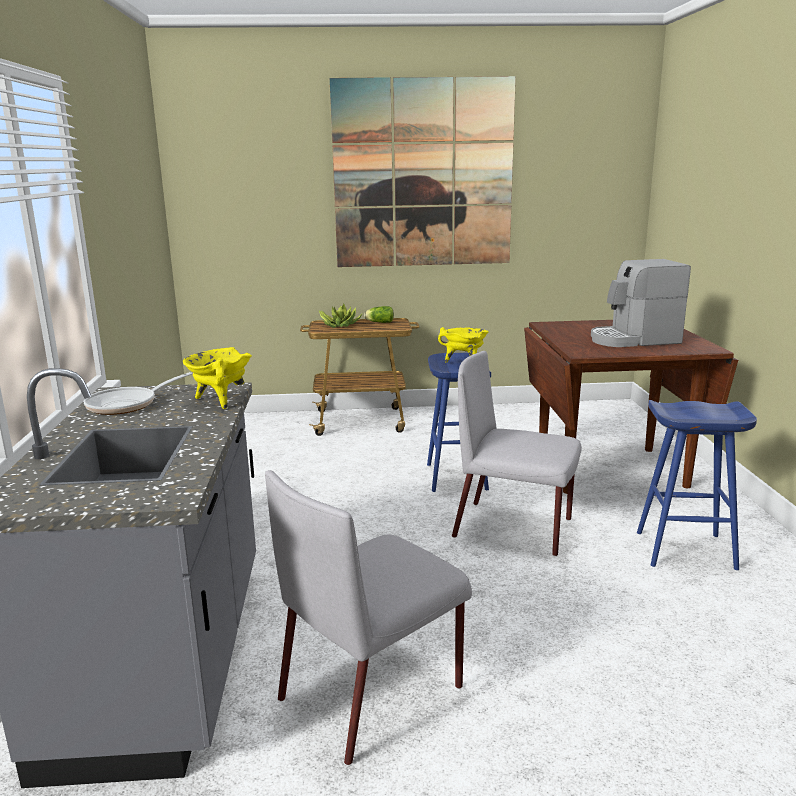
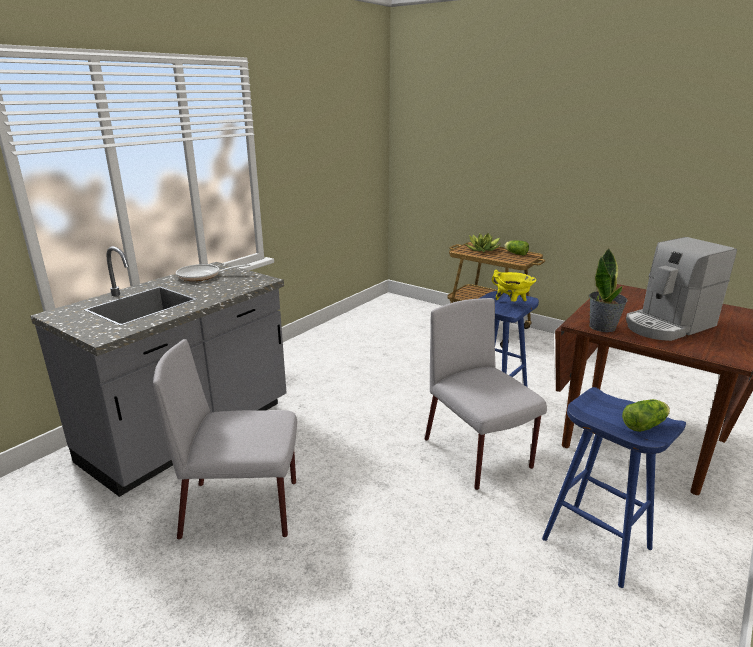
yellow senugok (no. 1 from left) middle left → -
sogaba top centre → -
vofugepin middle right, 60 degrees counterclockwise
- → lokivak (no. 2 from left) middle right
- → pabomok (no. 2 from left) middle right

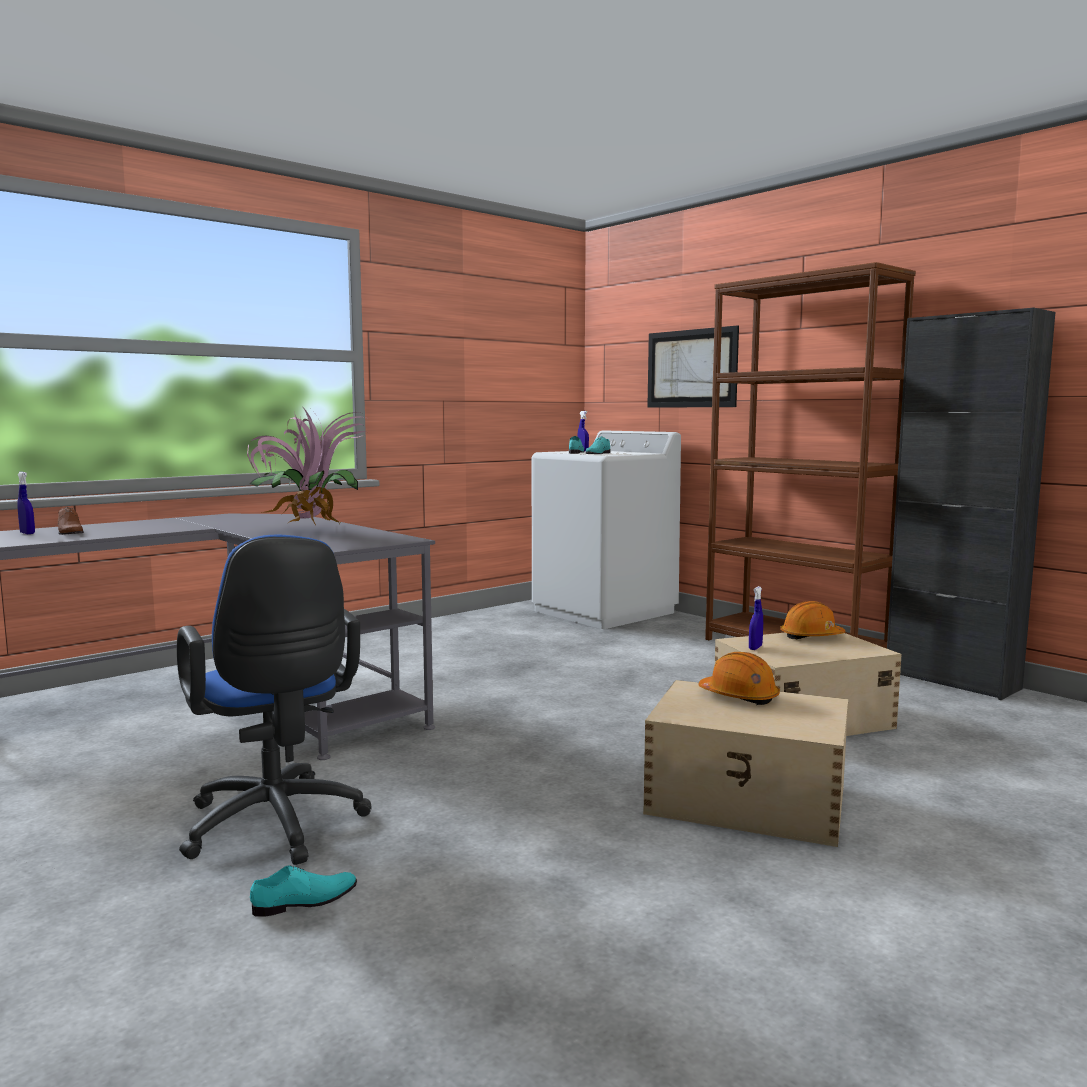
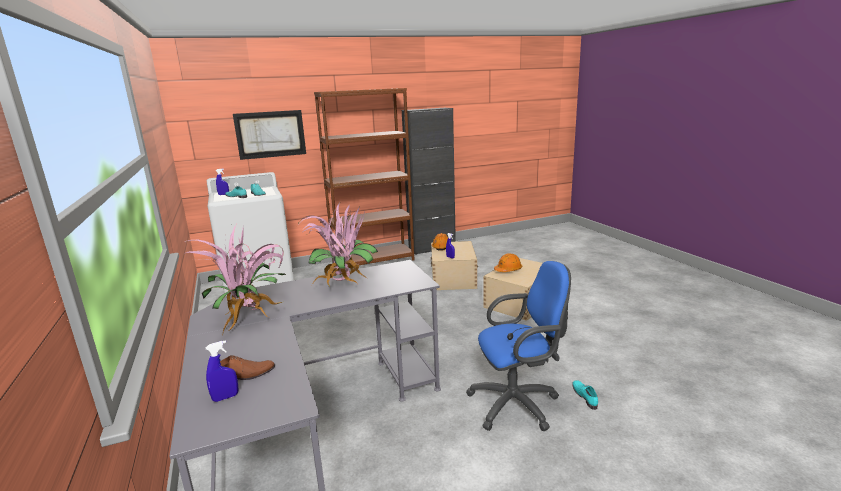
- → lokivak (no. 1 from left) middle left

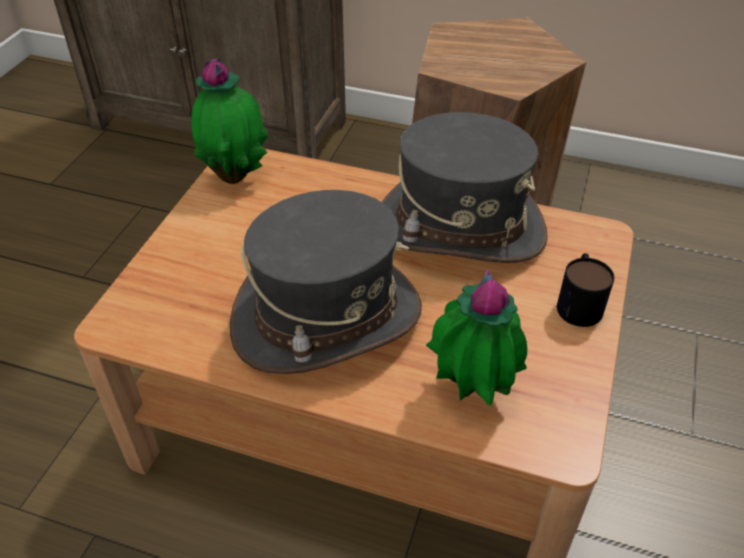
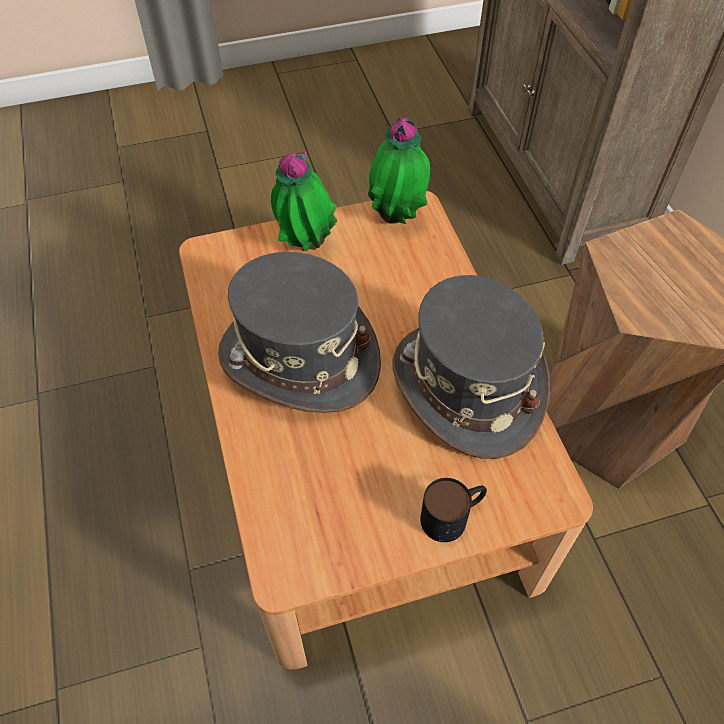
lokivak (no. 2 from left in the first image) centre → lokivak (no. 1 from left) top centre, relocated

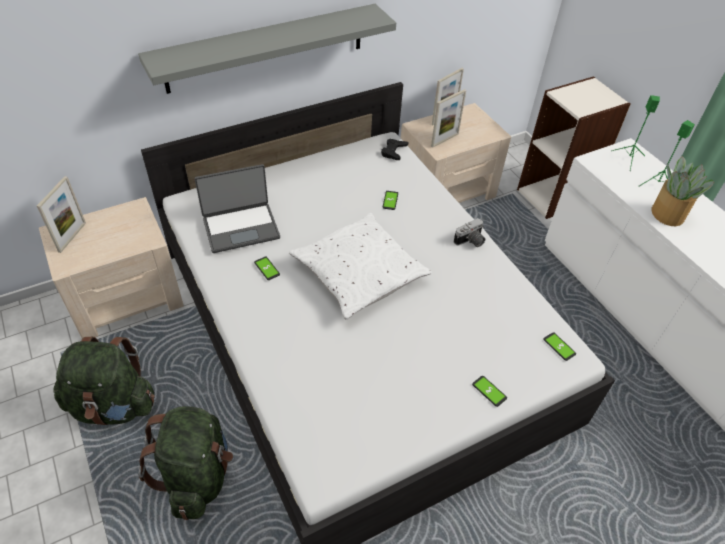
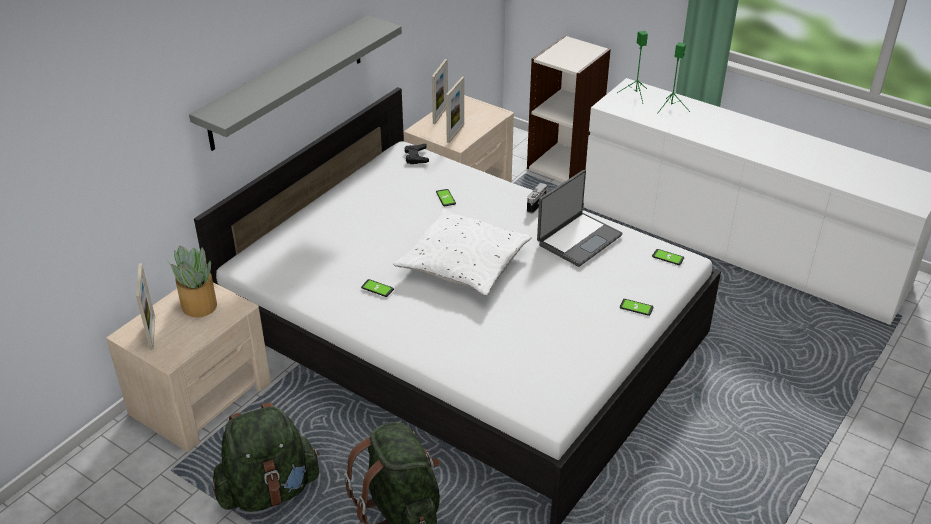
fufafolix middle left → fufafolix centre, relocated
lokivak middle right → lokivak middle left, relocated

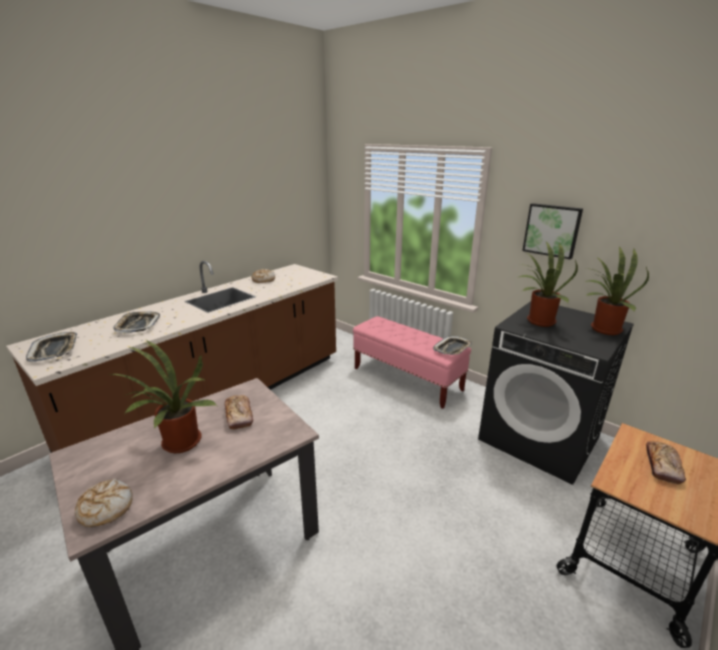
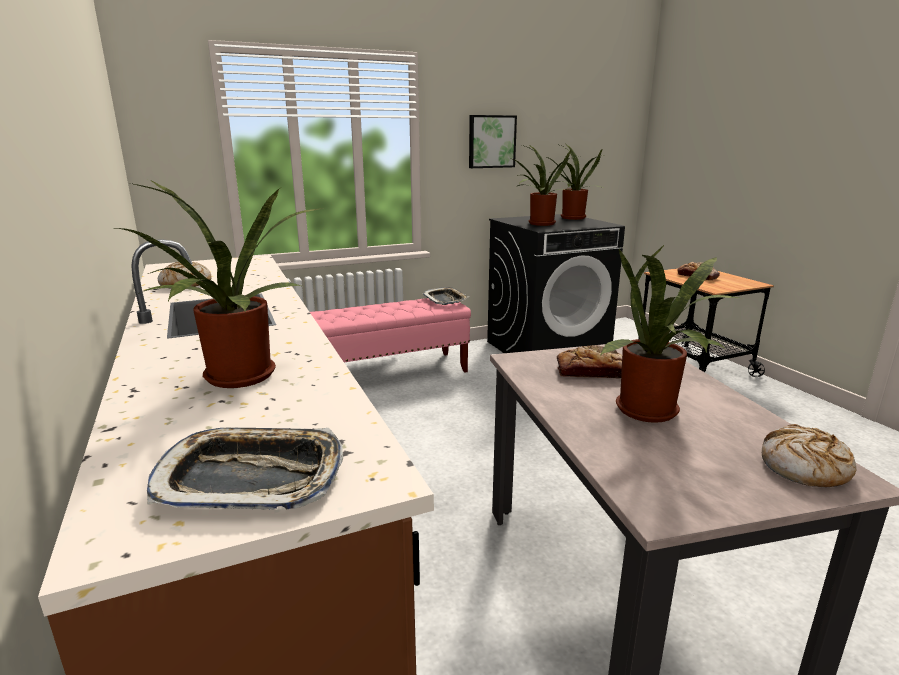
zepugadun (no. 2 from left) middle left → lokivak (no. 1 from left) middle left

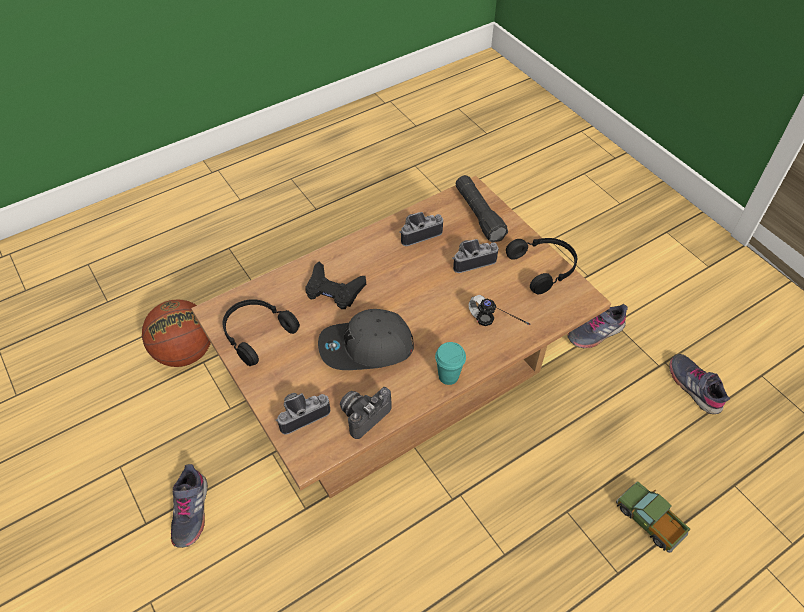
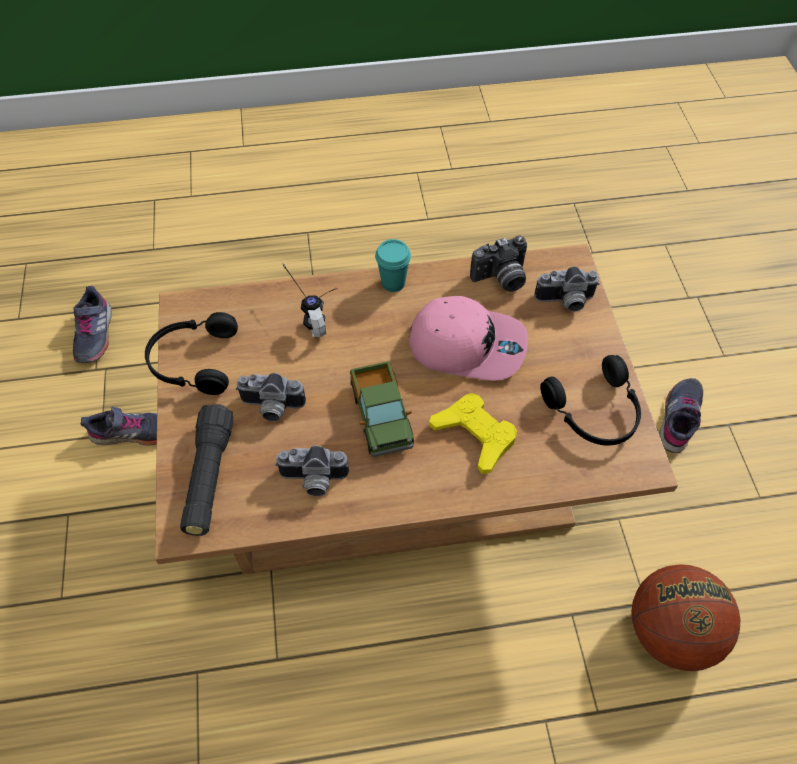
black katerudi centre → yellow katerudi centre
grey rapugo centre → pink rapugo centre
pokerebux bottom right → pokerebux centre, relocated

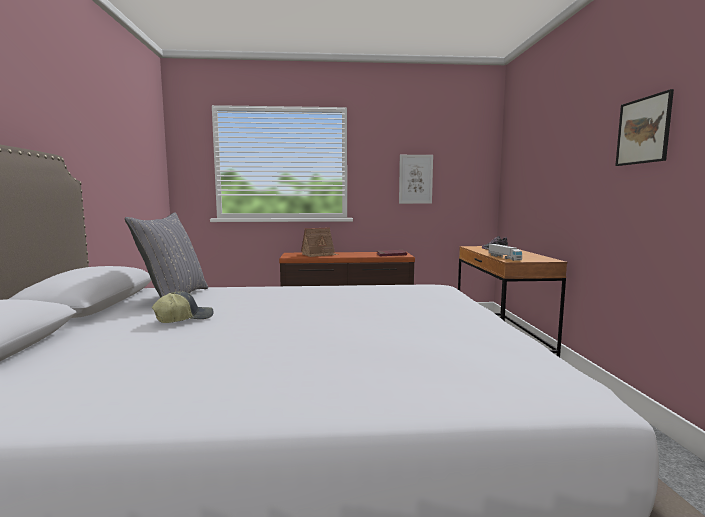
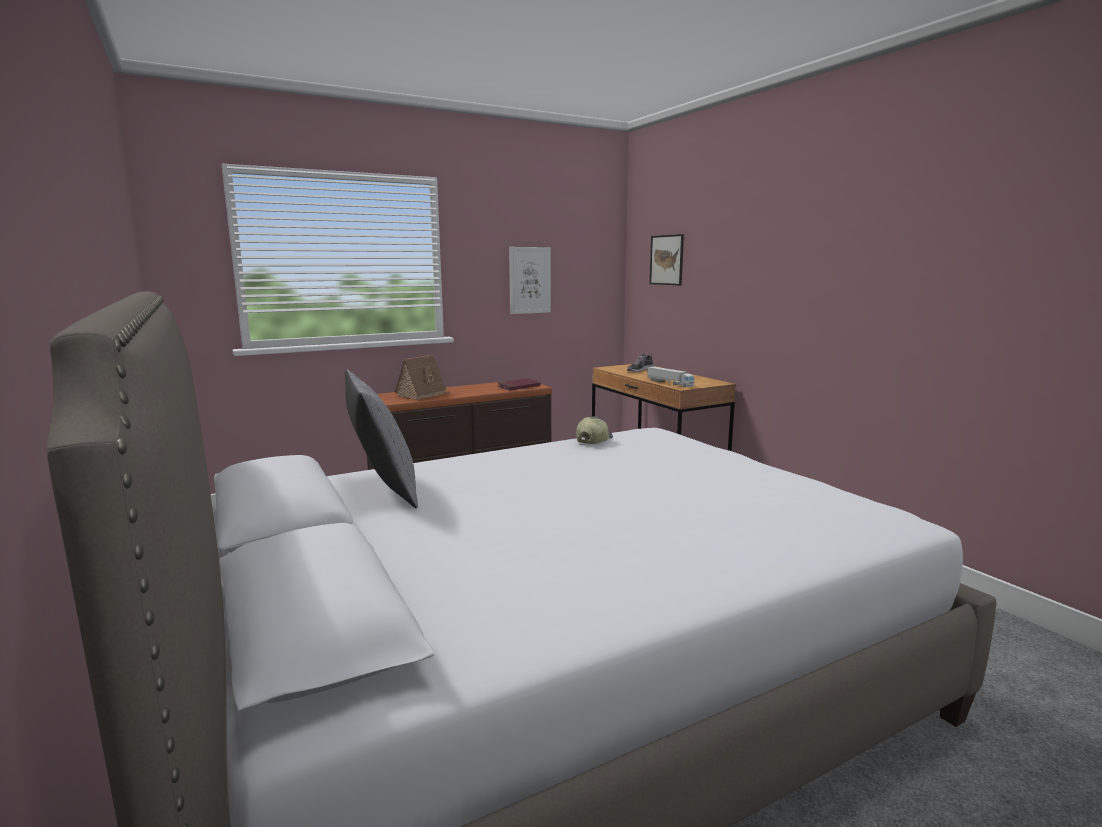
rapugo middle left → rapugo centre, relocated
sogaba (no. 2 from left) top right → sogaba (no. 2 from left) top centre, relocated

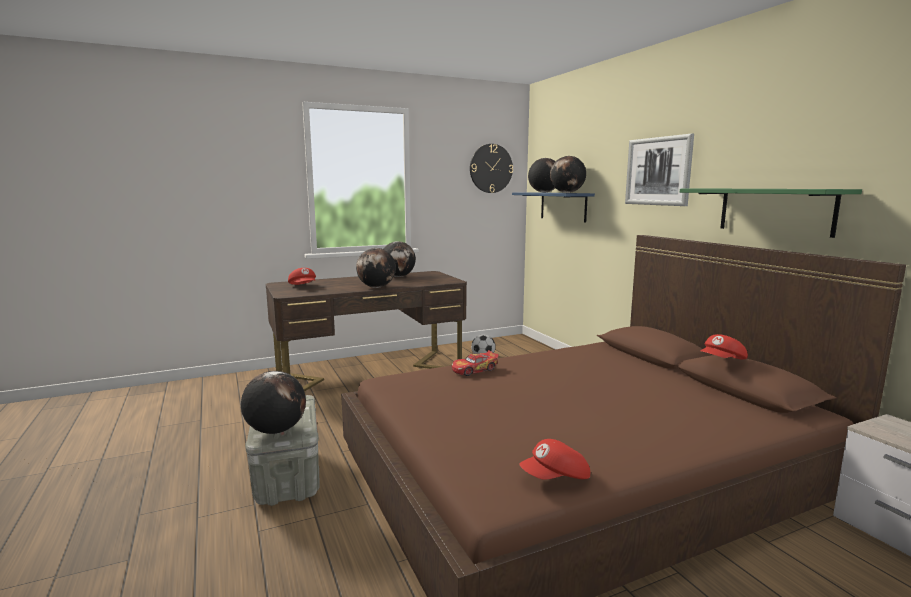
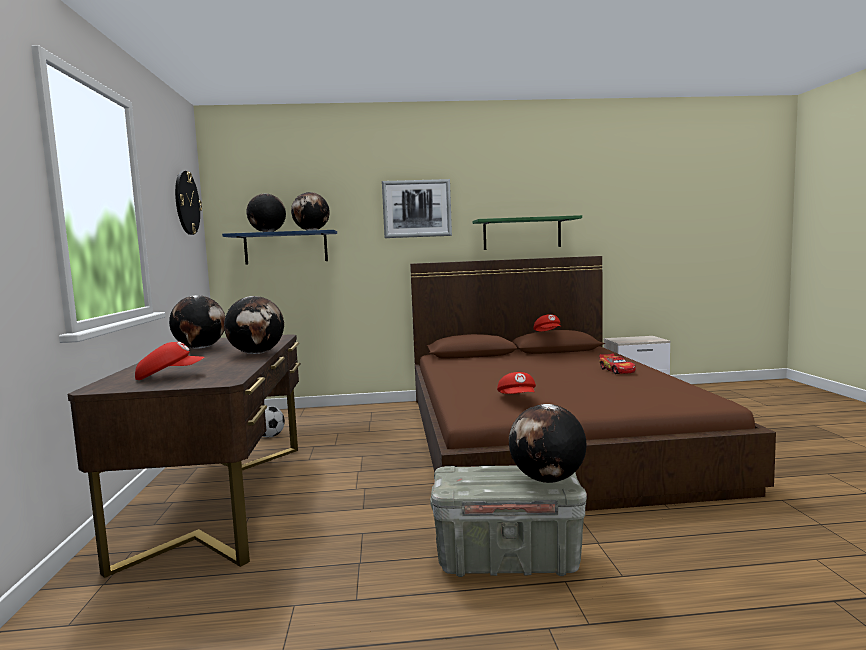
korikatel centre → korikatel middle right, relocated
red rapugo (no. 2 from left) bottom centre → red rapugo (no. 2 from left) centre, relocated

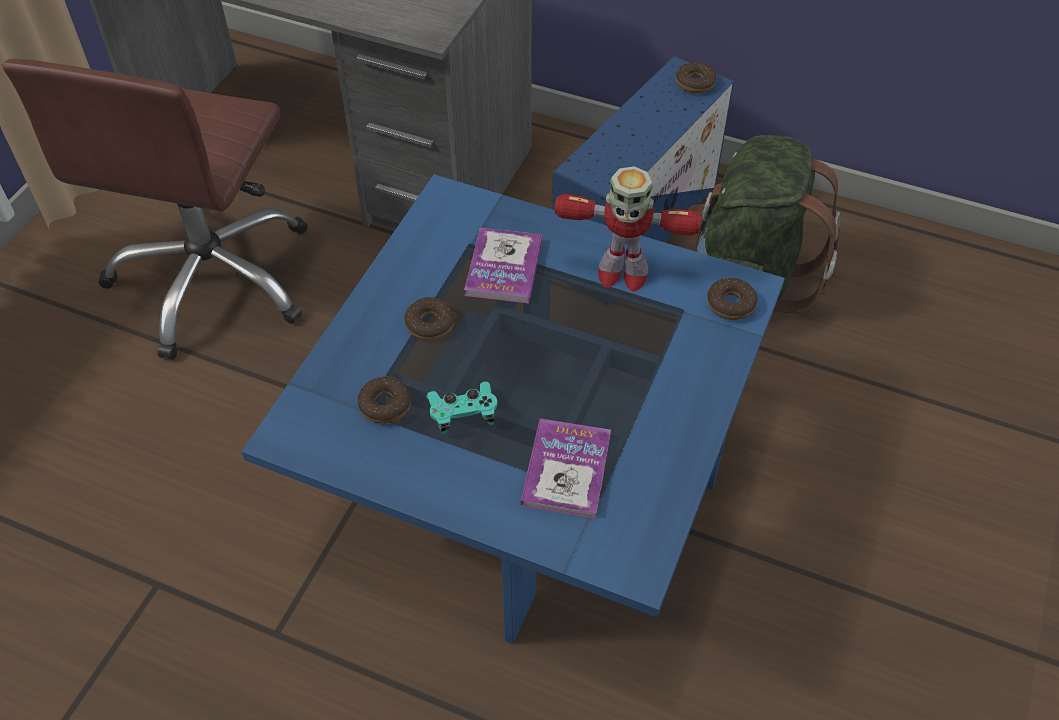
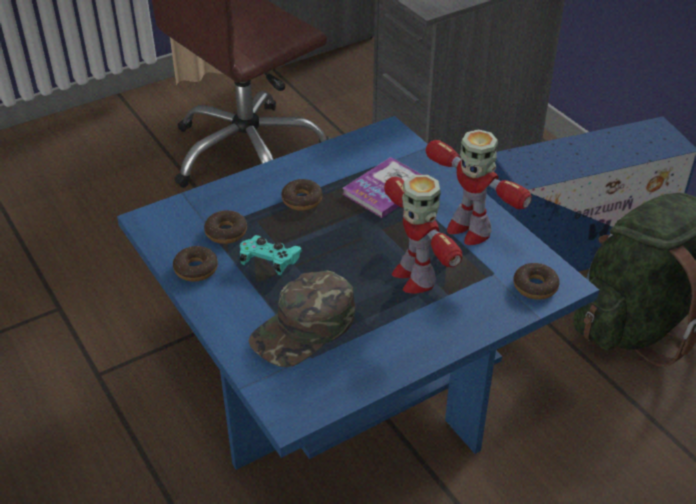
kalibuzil (no. 2 from left) centre → green rapugo centre
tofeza (no. 3 from left in the first image) top centre → tofeza (no. 1 from left) middle left, relocated
- → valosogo (no. 1 from left) centre

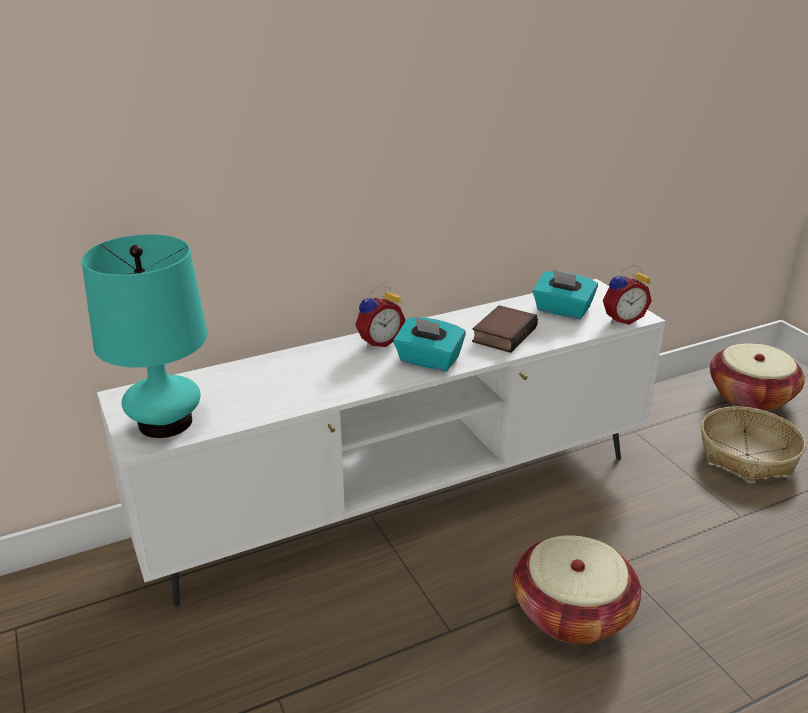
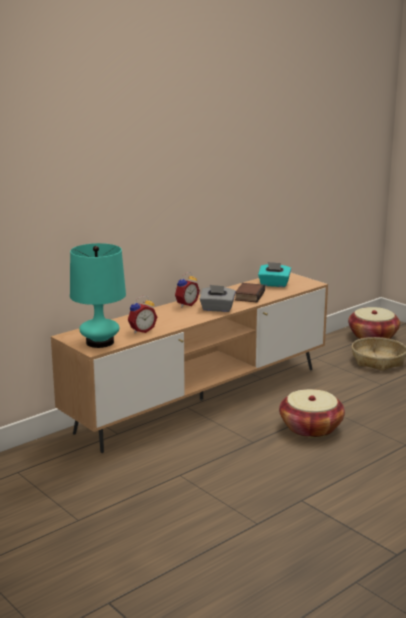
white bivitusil centre → brown bivitusil centre
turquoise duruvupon (no. 1 from left) centre → grey duruvupon centre
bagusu (no. 2 from left in the first image) middle right → bagusu (no. 1 from left) centre, relocated

